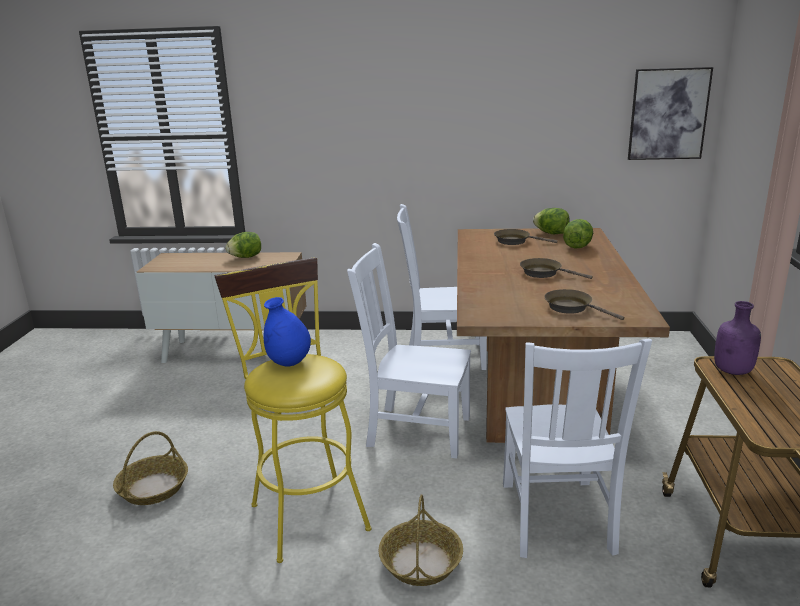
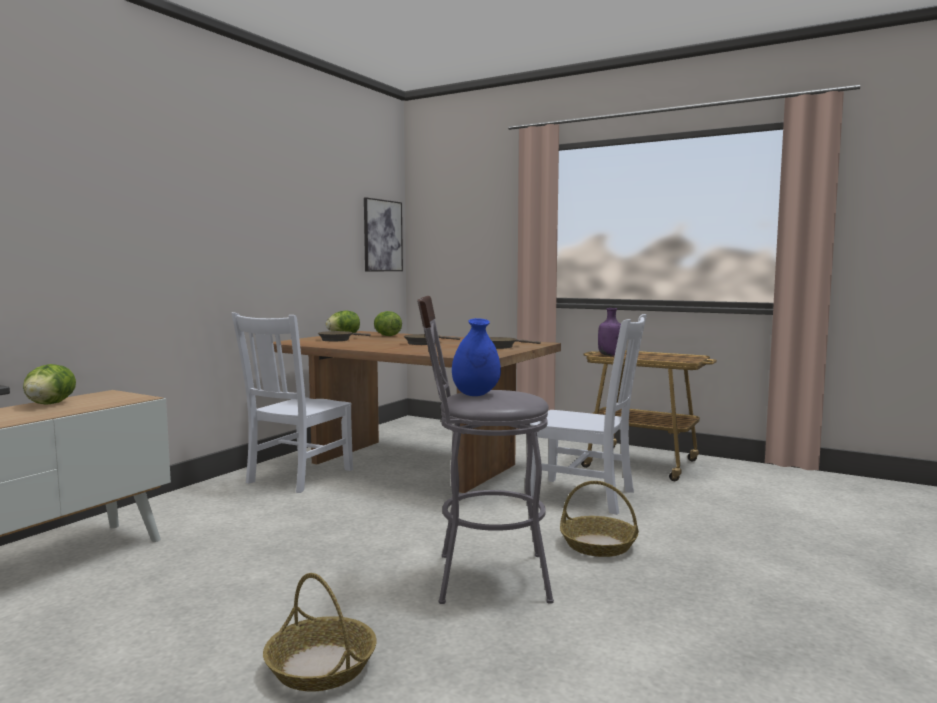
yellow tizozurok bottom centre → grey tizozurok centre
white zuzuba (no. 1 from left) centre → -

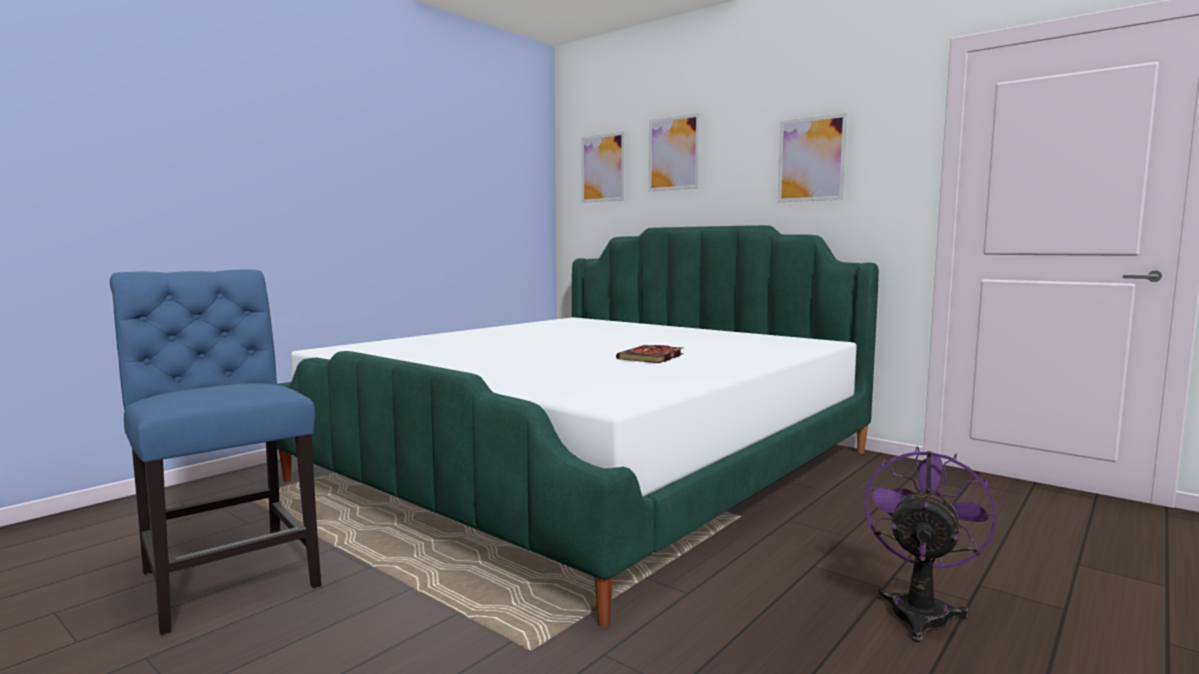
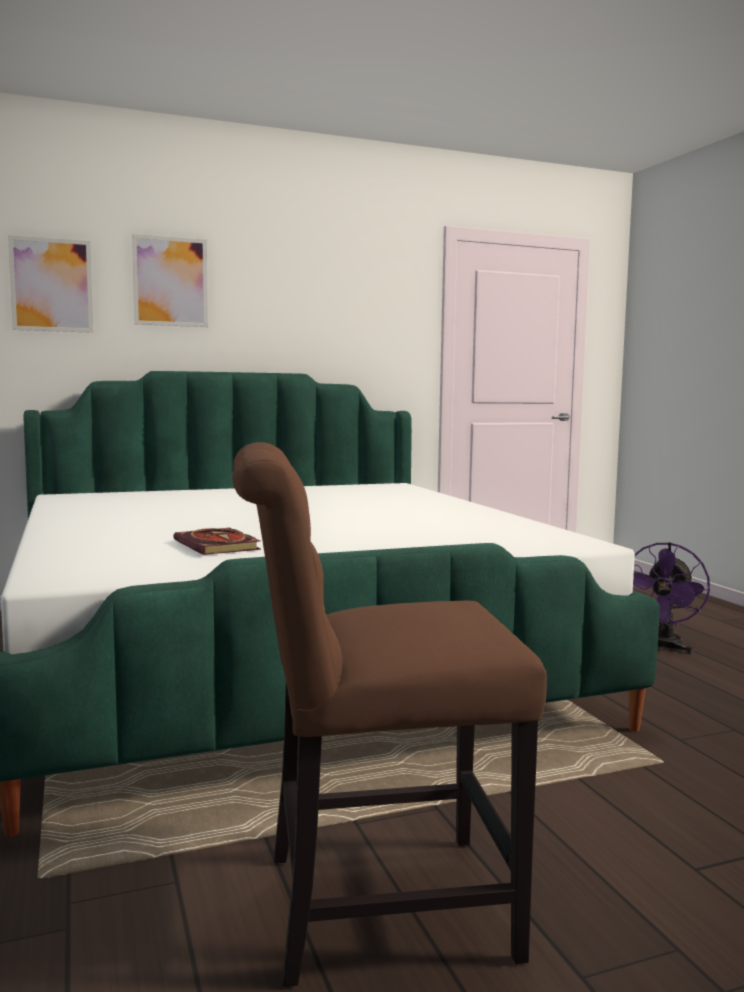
blue zuzuba bottom left → brown zuzuba bottom centre
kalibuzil centre → kalibuzil middle left, relocated
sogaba (no. 3 from left) top right → -
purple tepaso bottom right → purple tepaso middle right, 120 degrees counterclockwise

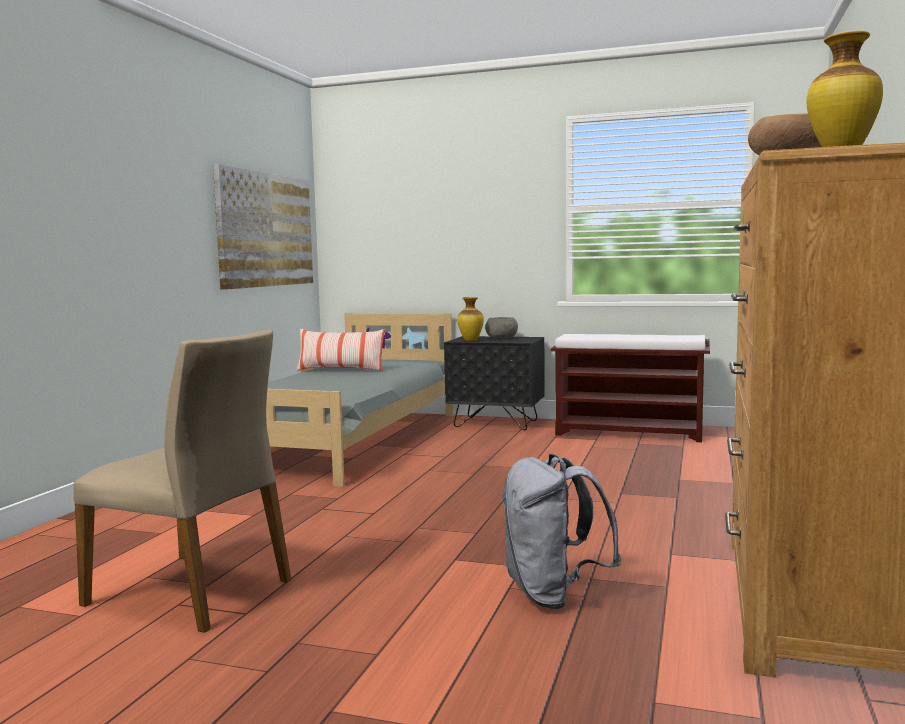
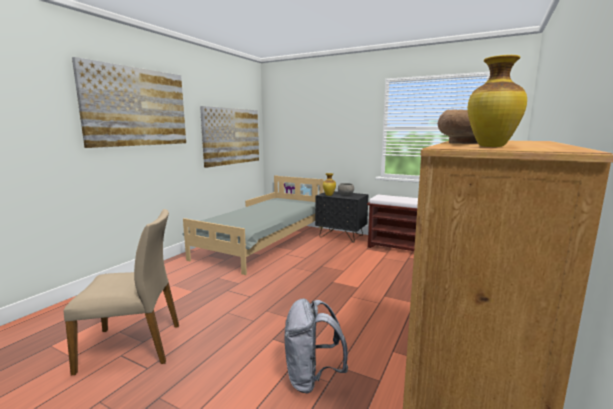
beige zuzuba middle left → beige zuzuba bottom left, 45 degrees counterclockwise
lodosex centre → -
- → sogaba (no. 1 from left) top left

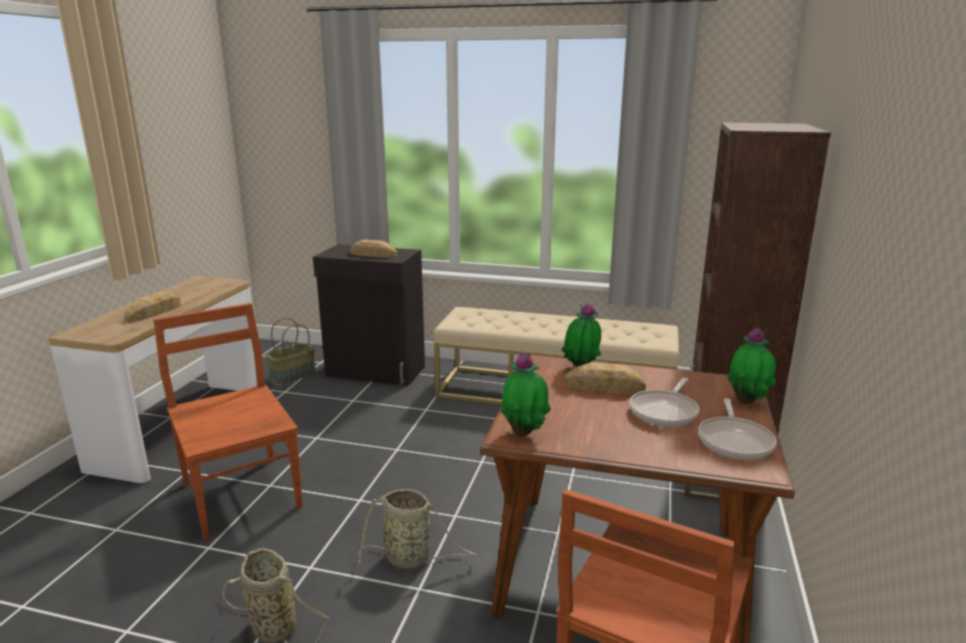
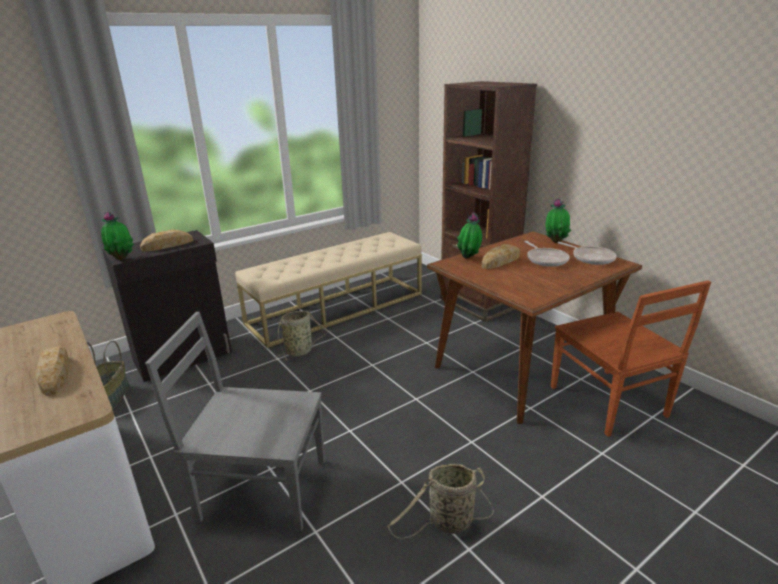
brown zuzuba (no. 1 from left) middle left → grey zuzuba bottom left
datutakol (no. 3 from left in the first image) bottom centre → datutakol (no. 2 from left) centre, relocated
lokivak (no. 1 from left) centre → lokivak (no. 1 from left) middle left, relocated

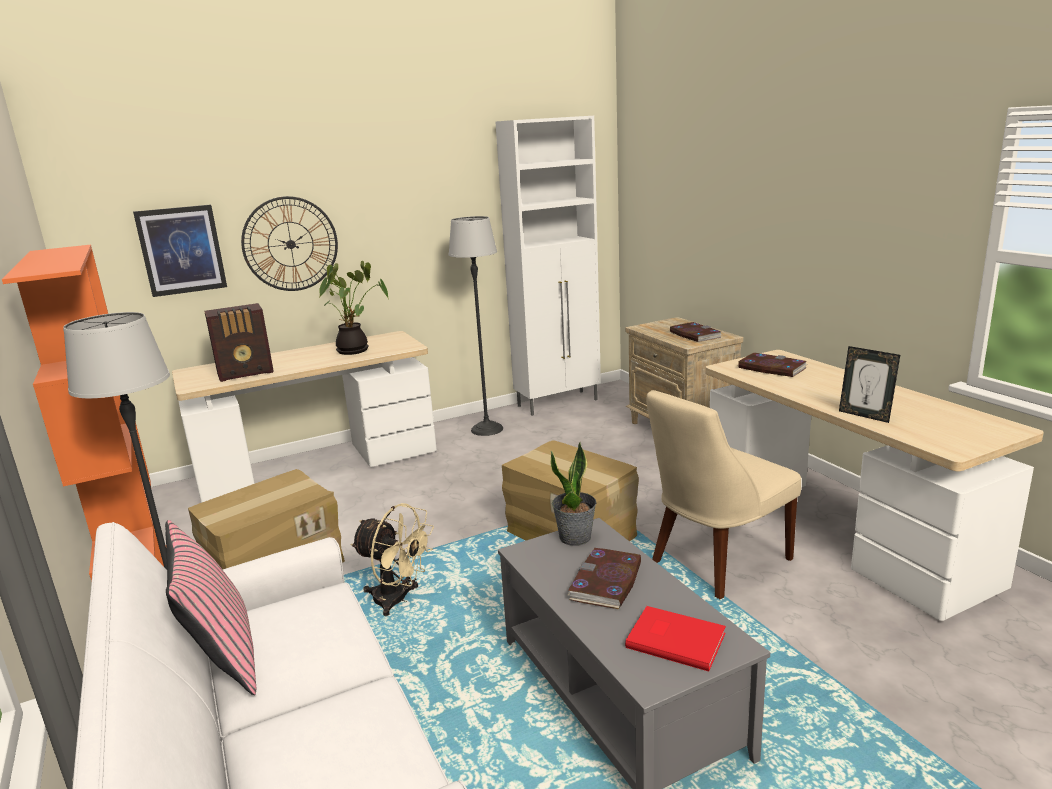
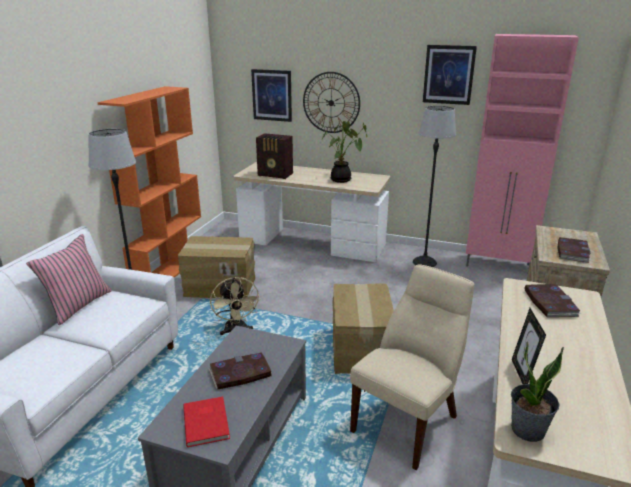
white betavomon centre → pink betavomon top right
lokivak (no. 2 from left) centre → lokivak (no. 2 from left) bottom right, relocated
beige zuzuba middle right → beige zuzuba bottom centre, 120 degrees clockwise
- → sogaba (no. 2 from left) top right

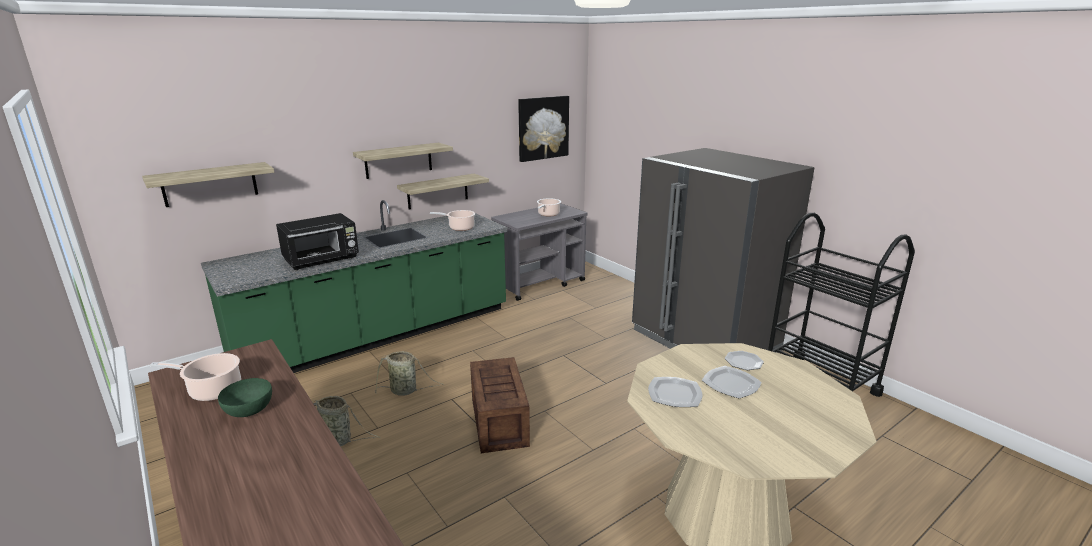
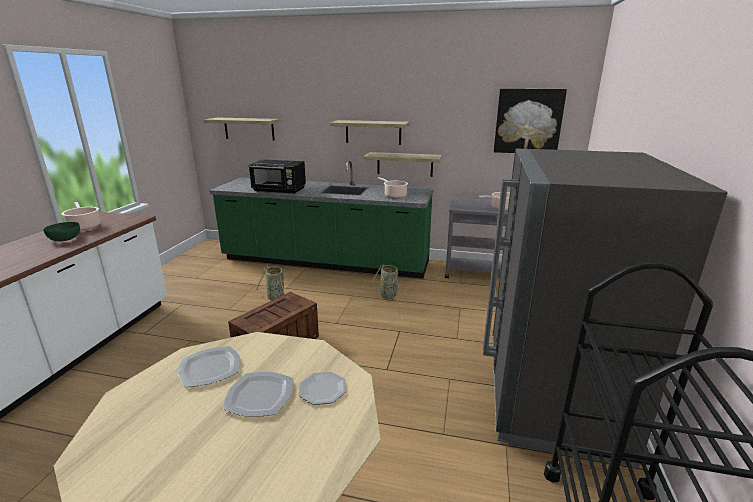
datutakol (no. 1 from left in the first image) bottom left → datutakol (no. 2 from left) centre, relocated

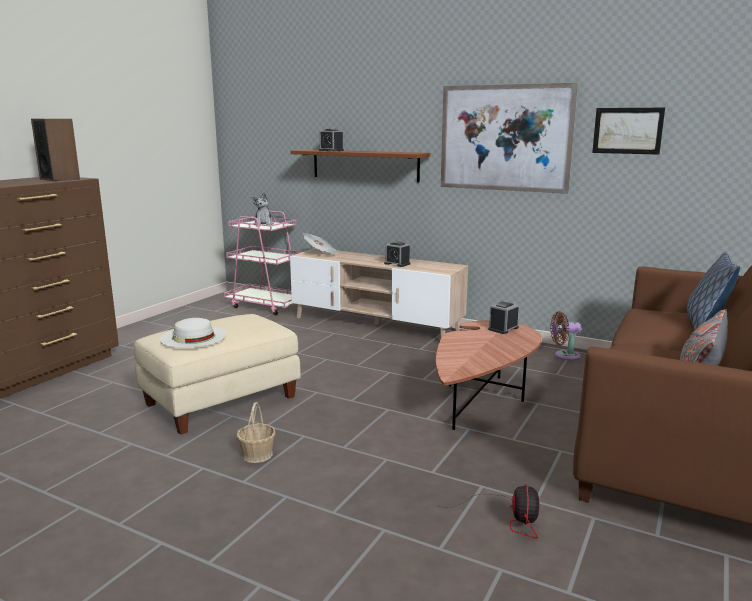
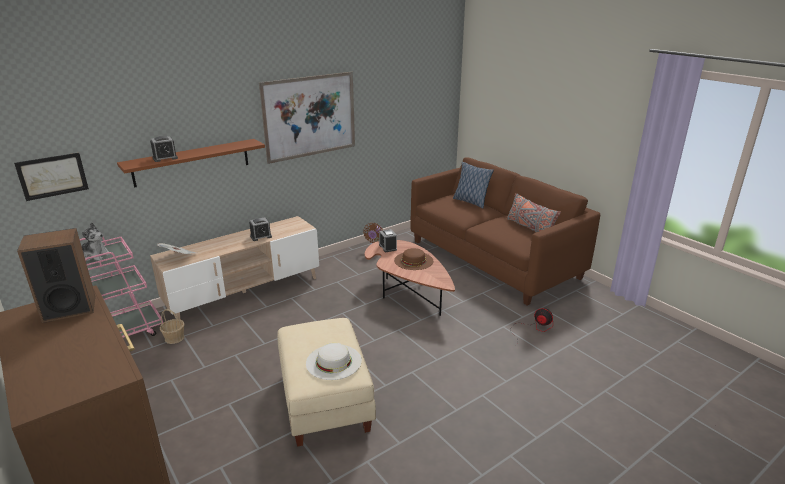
datutakol bottom centre → datutakol bottom left, relocated
sogaba (no. 2 from left in the first image) top right → sogaba (no. 1 from left) middle left, relocated
- → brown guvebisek centre

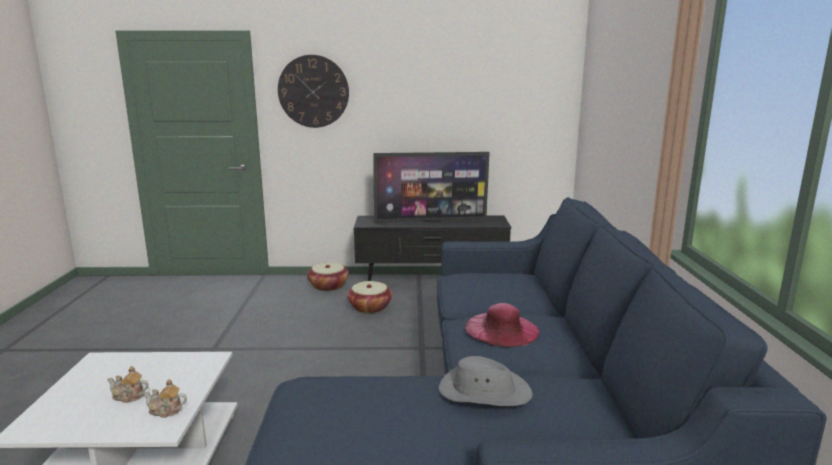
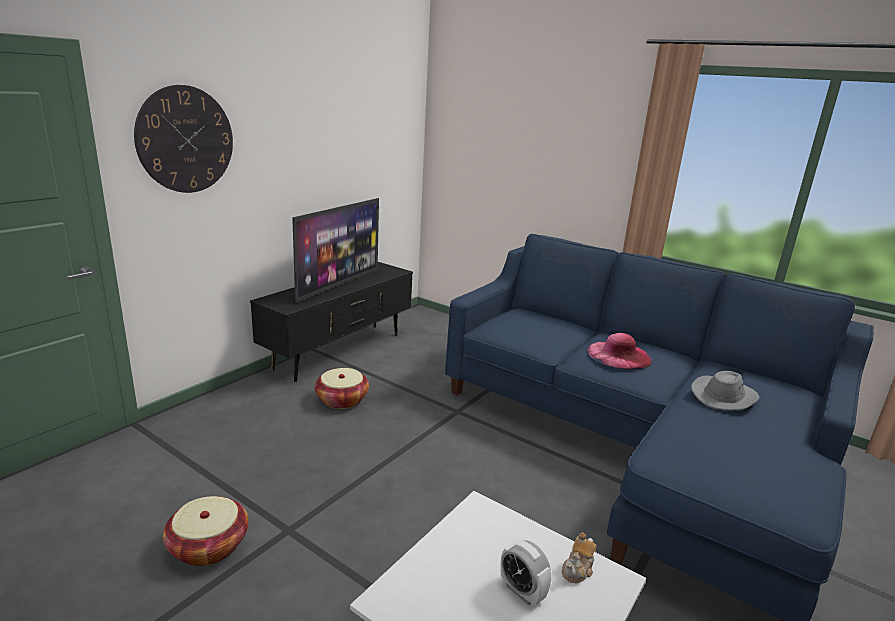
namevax (no. 1 from left) bottom left → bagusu bottom centre
datutakol (no. 1 from left) centre → datutakol (no. 1 from left) bottom left, relocated

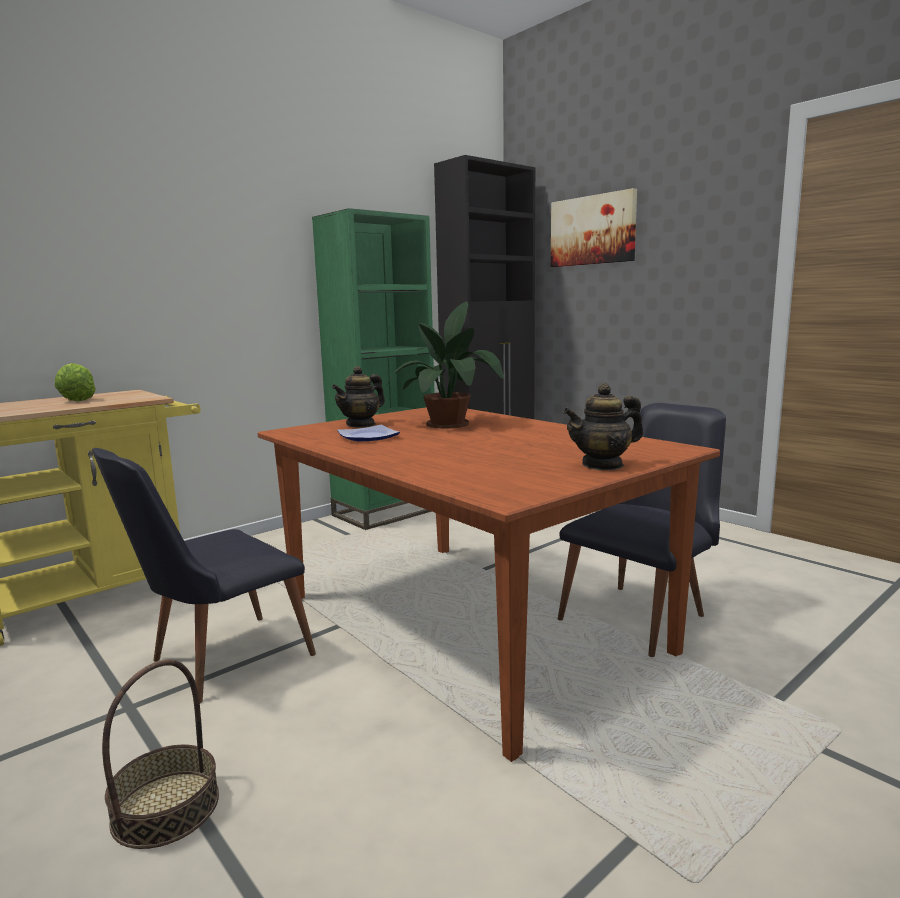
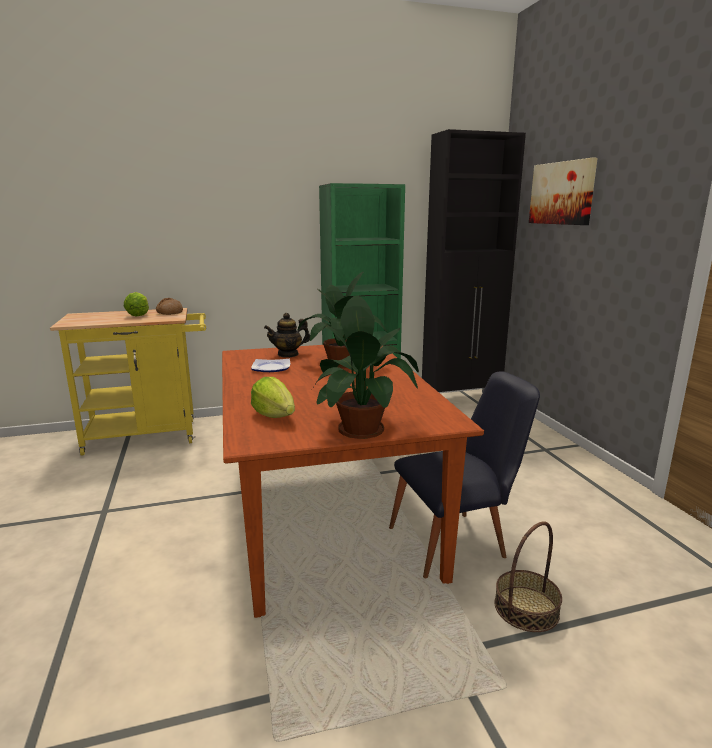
black zuzuba (no. 1 from left) middle left → -
datutakol bottom left → datutakol bottom right, relocated
namevax (no. 2 from left) middle right → lokivak (no. 2 from left) centre
- → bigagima middle left
- → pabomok (no. 2 from left) centre

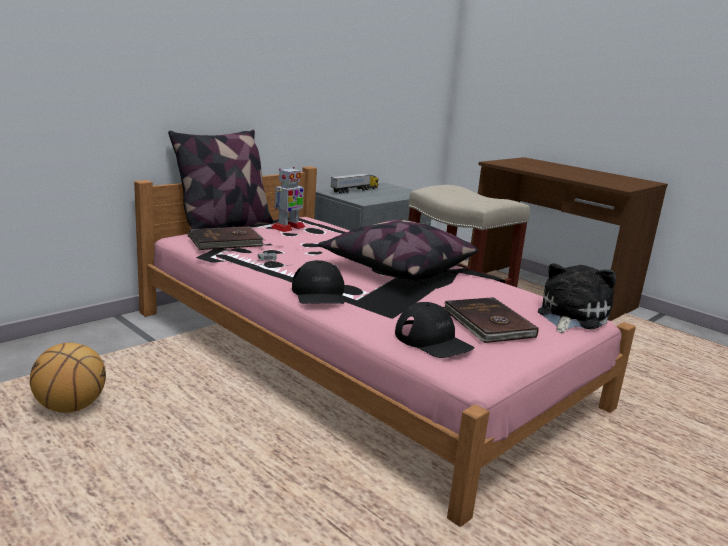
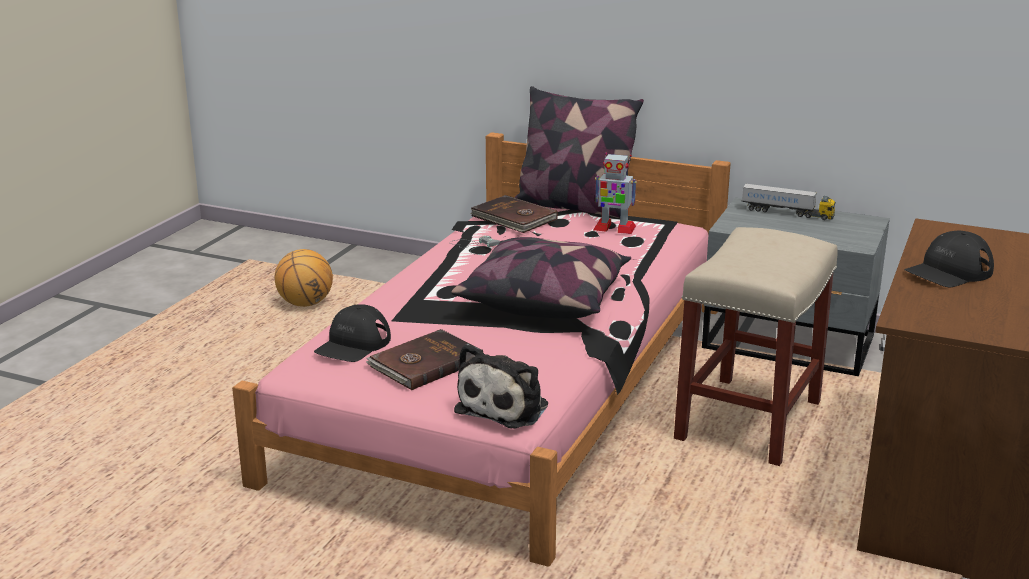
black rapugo (no. 1 from left in the first image) centre → black rapugo (no. 2 from left) middle right, relocated
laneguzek middle right → laneguzek bottom centre, 105 degrees clockwise

